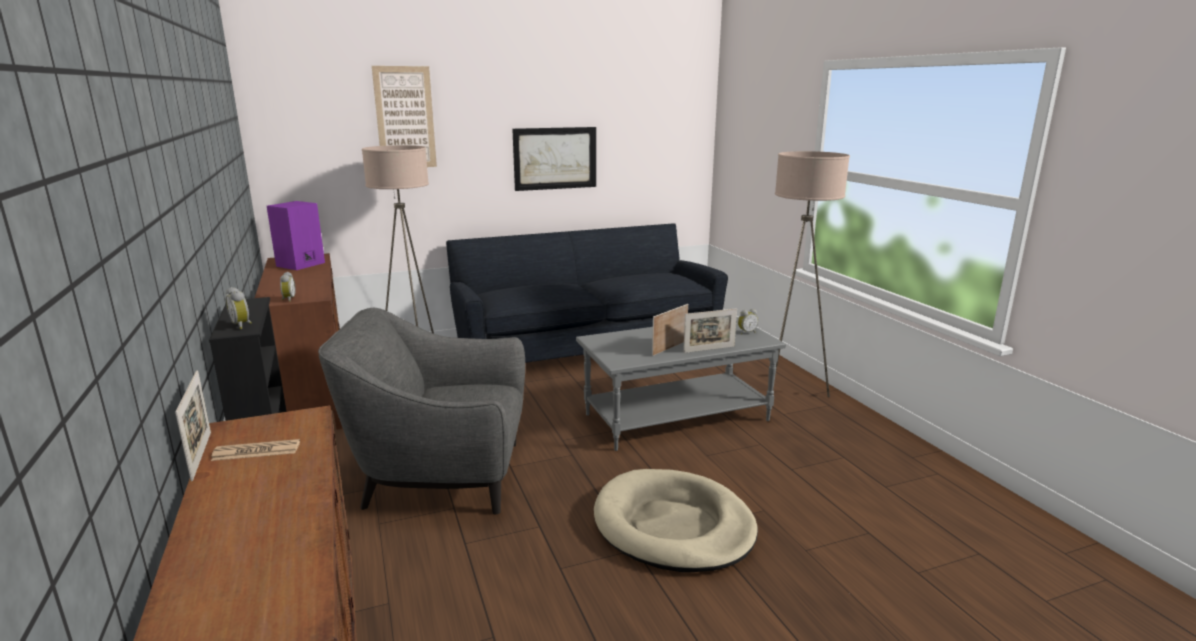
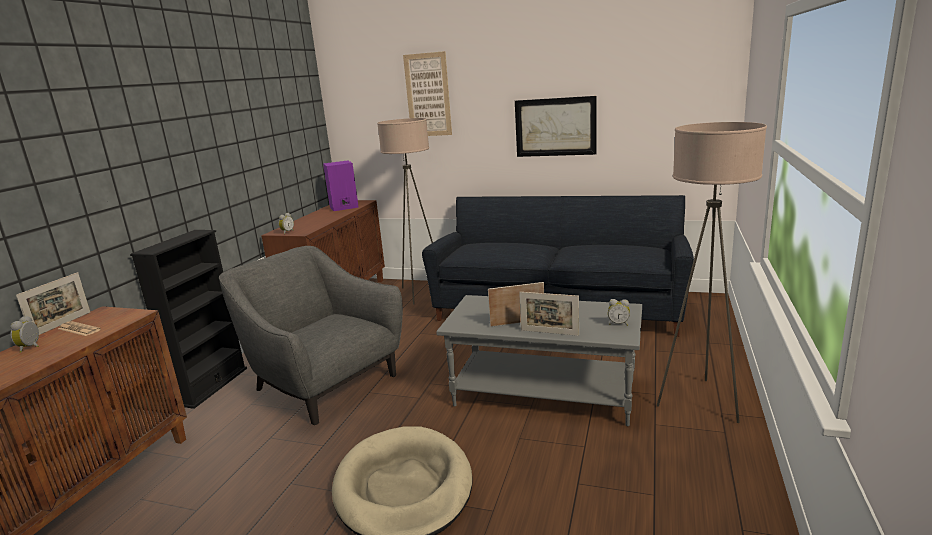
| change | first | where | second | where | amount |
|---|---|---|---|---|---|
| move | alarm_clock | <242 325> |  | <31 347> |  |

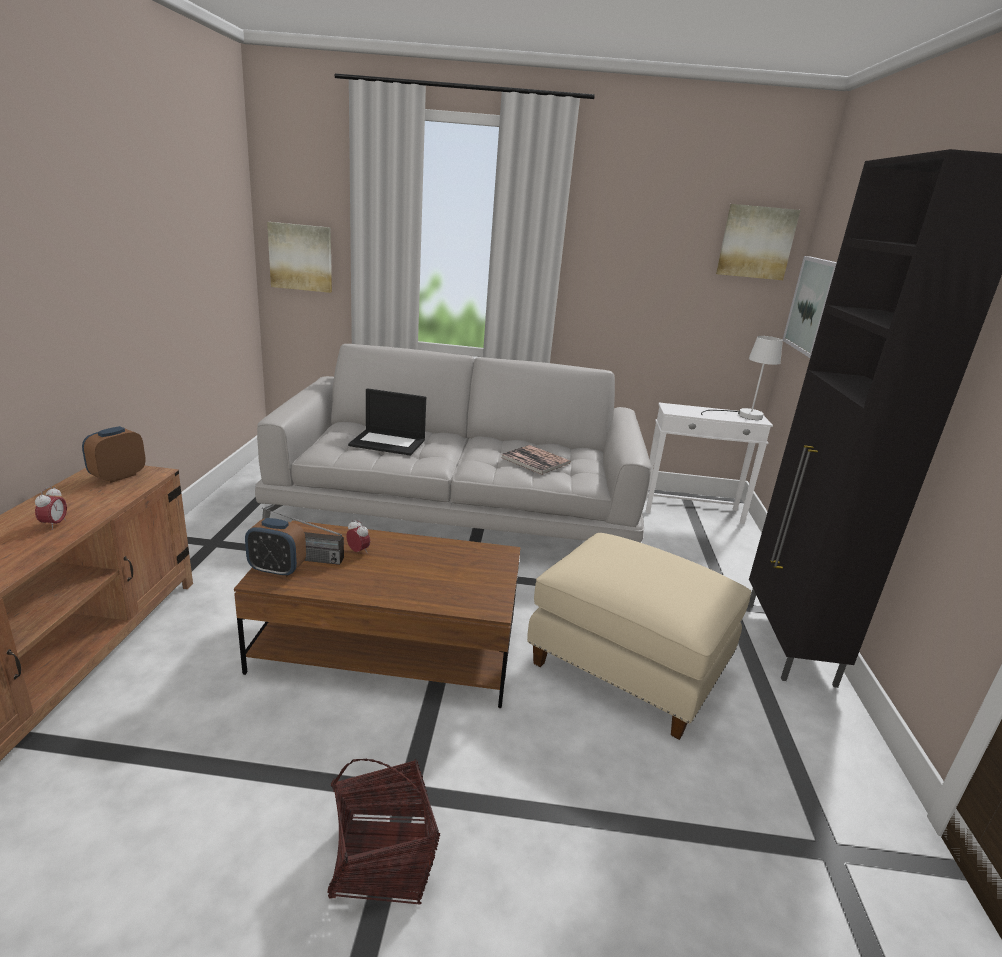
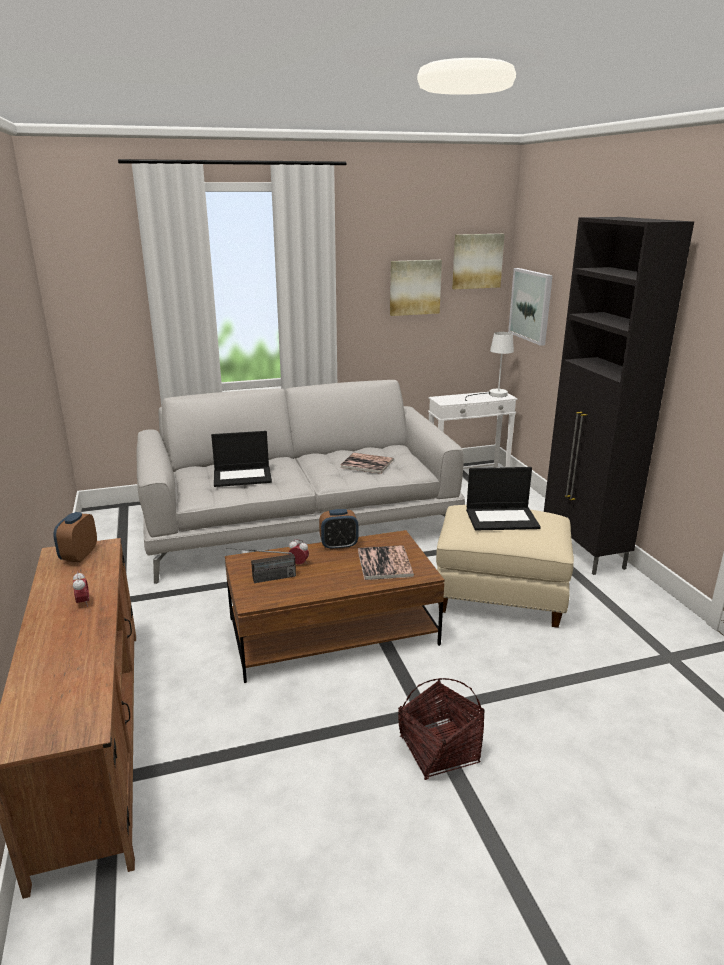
| change | first | where | second | where | amount |
|---|---|---|---|---|---|
| move | alarm_clock | <277 570> |  | <339 546> |  |
| insert |  |  | bound_book | <385 563> |  |
| move | wall_art | <301 257> |  | <414 287> |  |
| insert |  |  | notebook_computer | <502 518> |  |

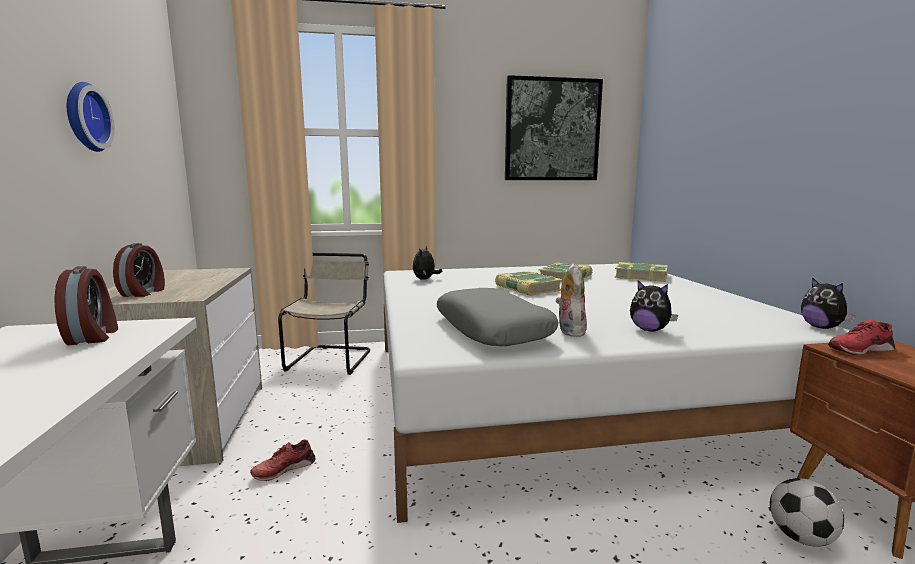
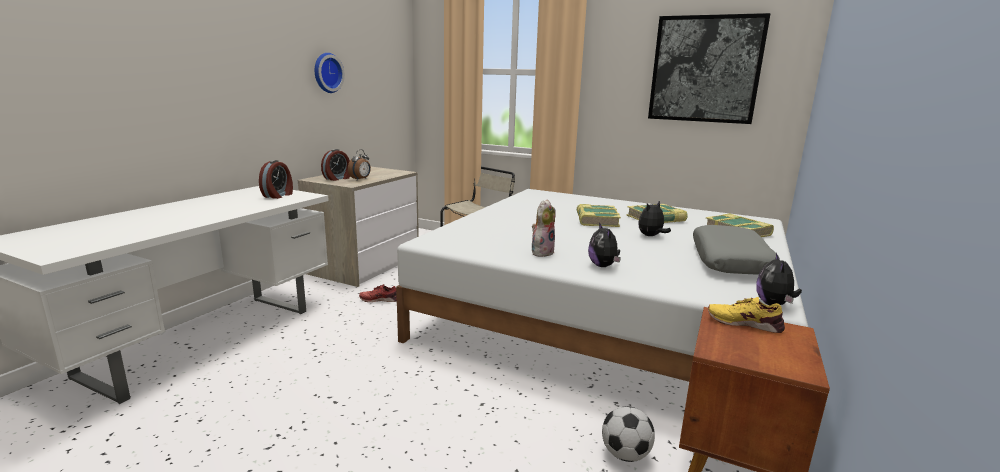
| change | first | where | second | where | amount |
|---|---|---|---|---|---|
| insert |  |  | alarm_clock | <360 179> |  |
| move | soft_toy | <425 279> |  | <651 236> |  |
| move | greyish_throw_pillow | <493 329> |  | <730 261> |  |
| recolor | reddish_low_shoe | <859 349> | yellow-coloured_low_shoe | <744 323> |  |

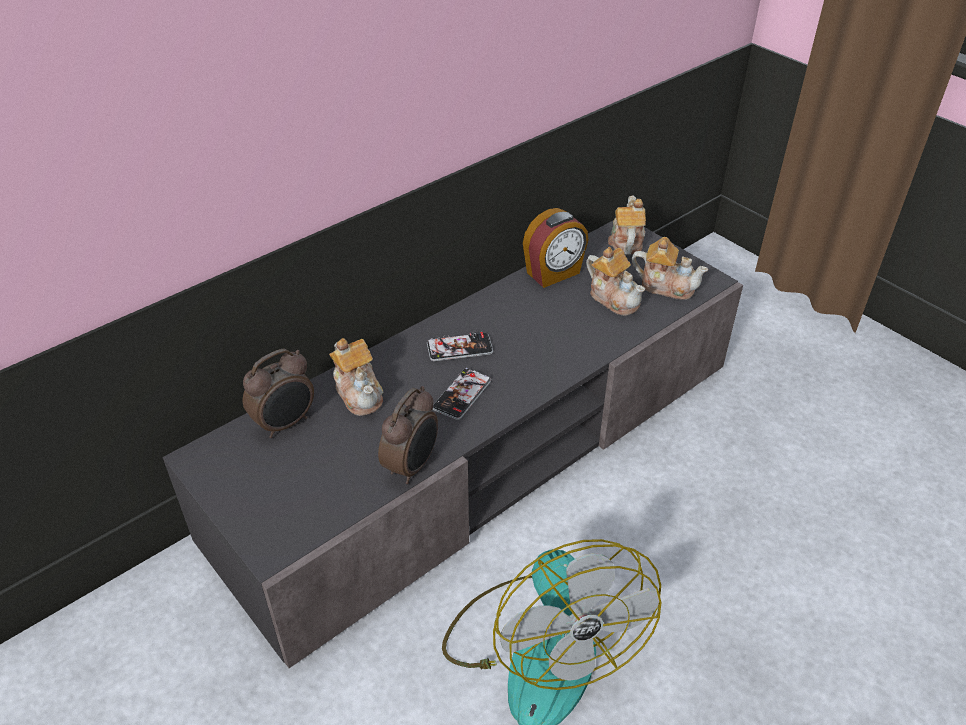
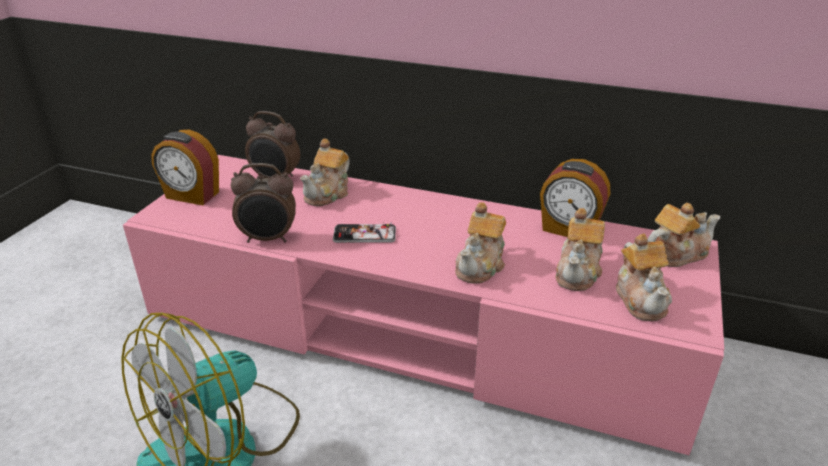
| change | first | where | second | where | amount |
|---|---|---|---|---|---|
| recolor | greyish_tv_stand | <483 450> | pink-coloured_tv_stand | <414 328> |  |
| insert |  |  | alarm_clock | <192 196> |  |
| insert |  |  | tea_pot | <481 266> |  |
| delete | handset | <459 348> |  |  |  |

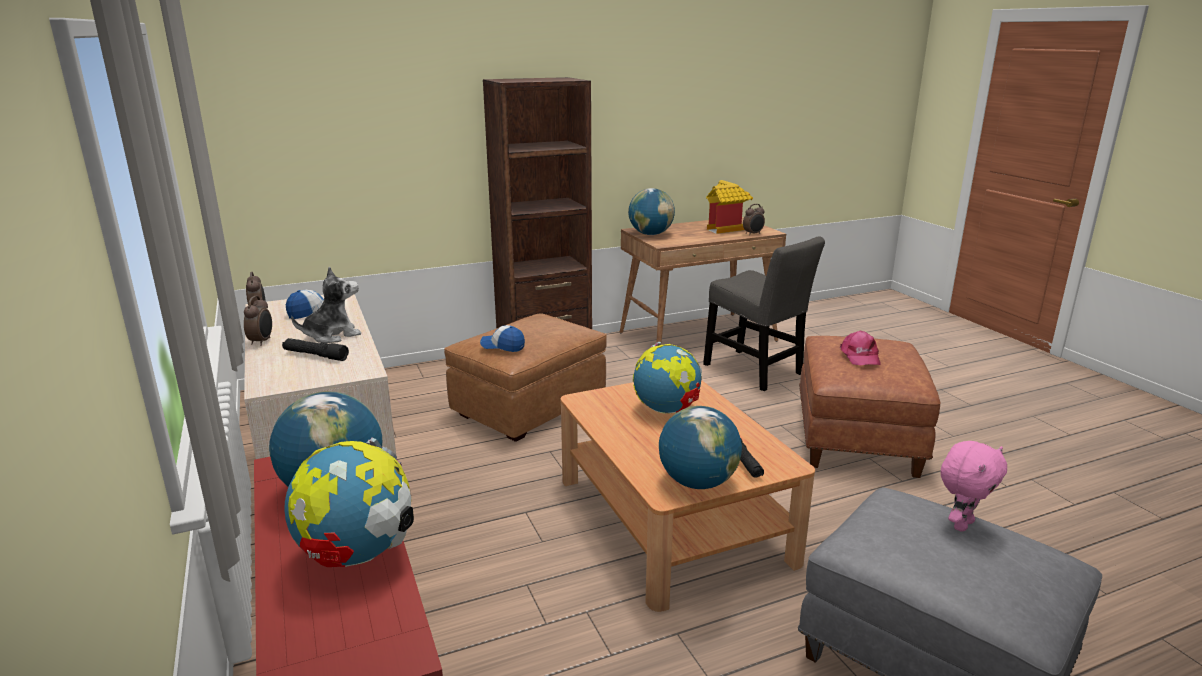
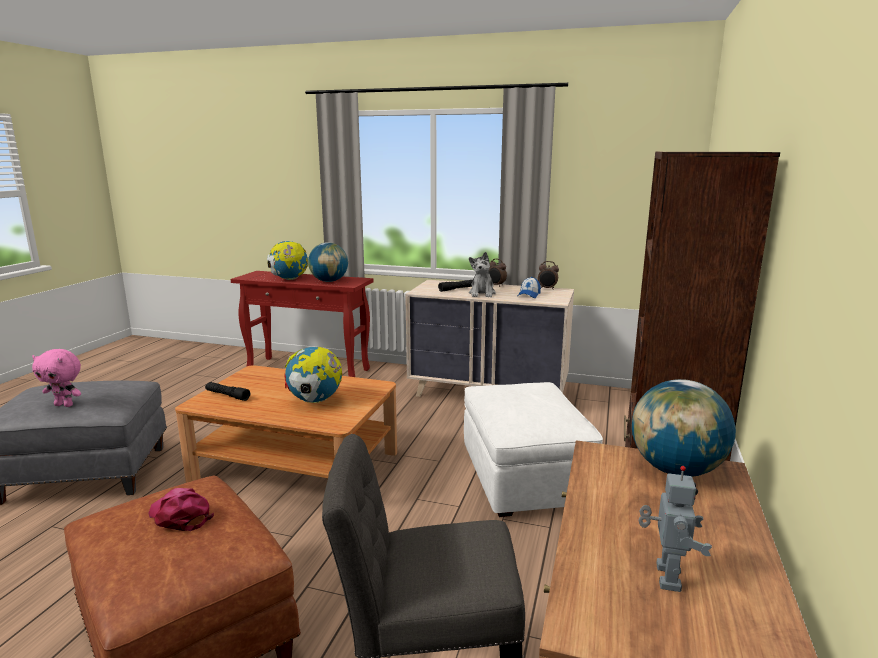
| change | first | where | second | where | amount |
|---|---|---|---|---|---|
| rotate | pink-coloured_soft_toy | <961 524> |  | <65 405> | 75 degrees counterclockwise |
| recolor | brown_pouffe | <529 408> | white_pouffe | <523 479> |  |
| replace | model_house | <726 228> | model_robot | <665 577> |  |
| delete | cap | <503 346> |  |  |  |
| delete | world_globe | <697 482> |  |  |  |
| delete | alarm_clock | <753 234> |  |  |  |

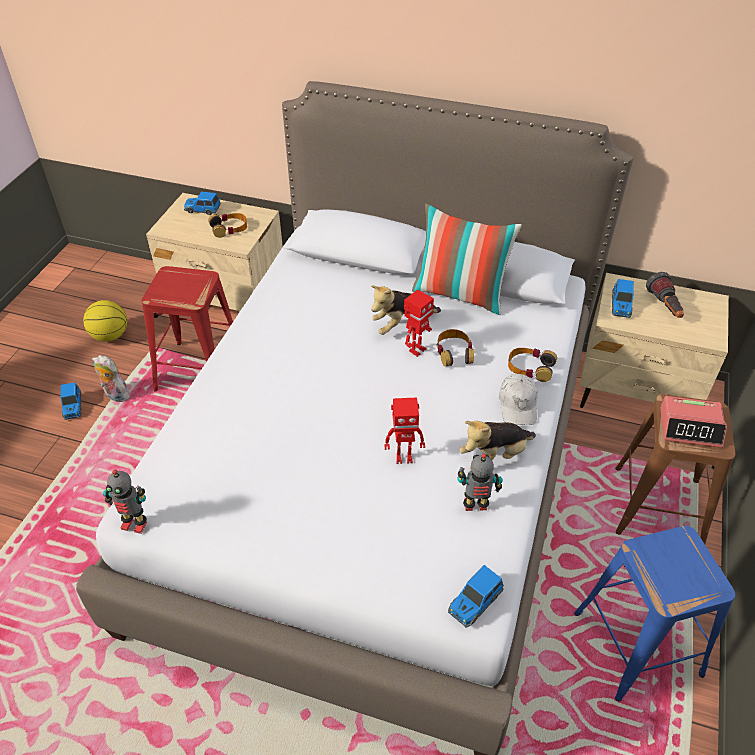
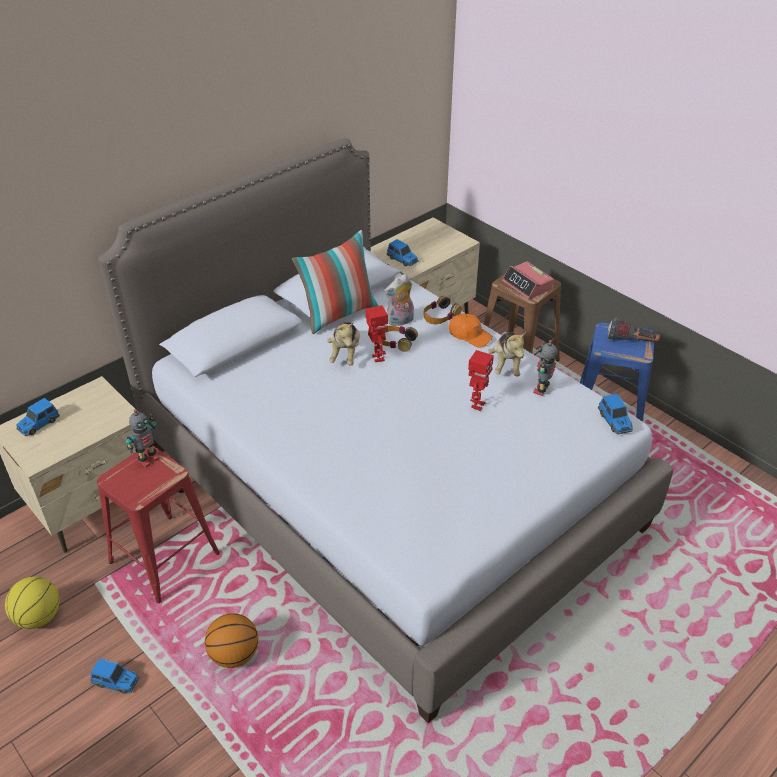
| change | first | where | second | where | amount |
|---|---|---|---|---|---|
| move | model_robot | <135 524> |  | <148 459> |  |
| insert |  |  | basketball_ball | <234 654> |  |
| move | soft_toy | <115 395> |  | <400 321> |  |
| recolor | white_cap | <518 405> | orange-coloured_cap | <469 335> |  |
| rotate | alarm_clock | <690 427> |  | <527 285> | 105 degrees clockwise |
| move | hand_torch | <664 307> |  | <631 342> |  |
| delete | headset | <229 228> |  |  |  |

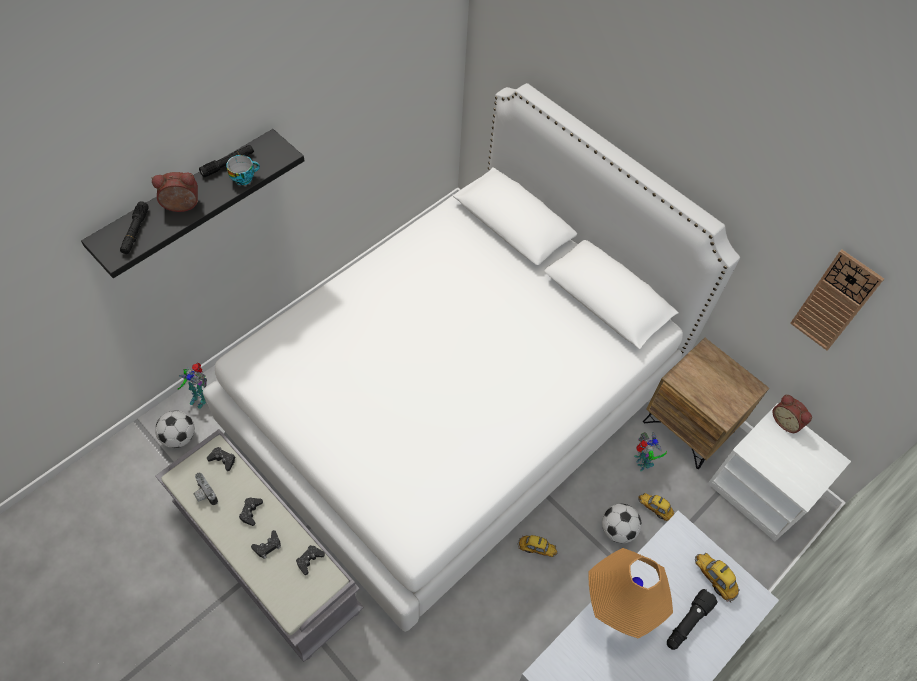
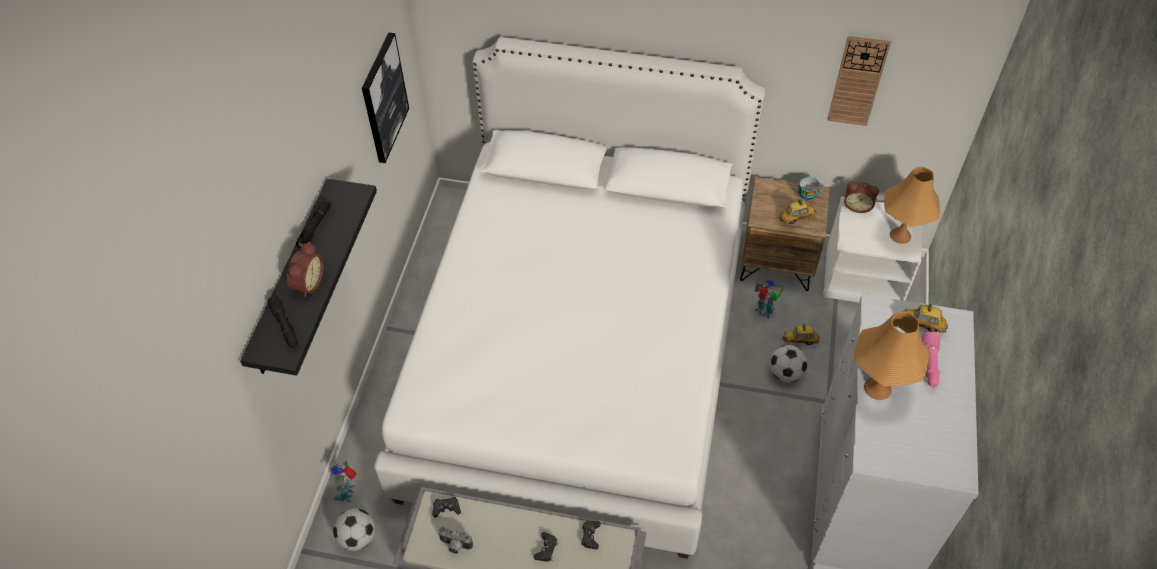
| change | first | where | second | where | amount |
|---|---|---|---|---|---|
| rotate | alarm_clock | <182 207> |  | <307 283> | 150 degrees clockwise |
| rotate | model_robot | <199 397> |  | <347 492> | 105 degrees clockwise |
| insert |  |  | wall_art | <383 98> |  |
| move | miniature_car | <537 549> |  | <797 218> |  |
| move | cup | <244 177> |  | <807 194> |  |
| insert |  |  | orange-coloured_lamp_for_a_table | <900 235> |  |
| recolor | black-coloured_hand_torch | <687 623> | pink-coloured_hand_torch | <929 364> |  |
| delete | black-coloured_gamepad | <251 512> |  |  |  |

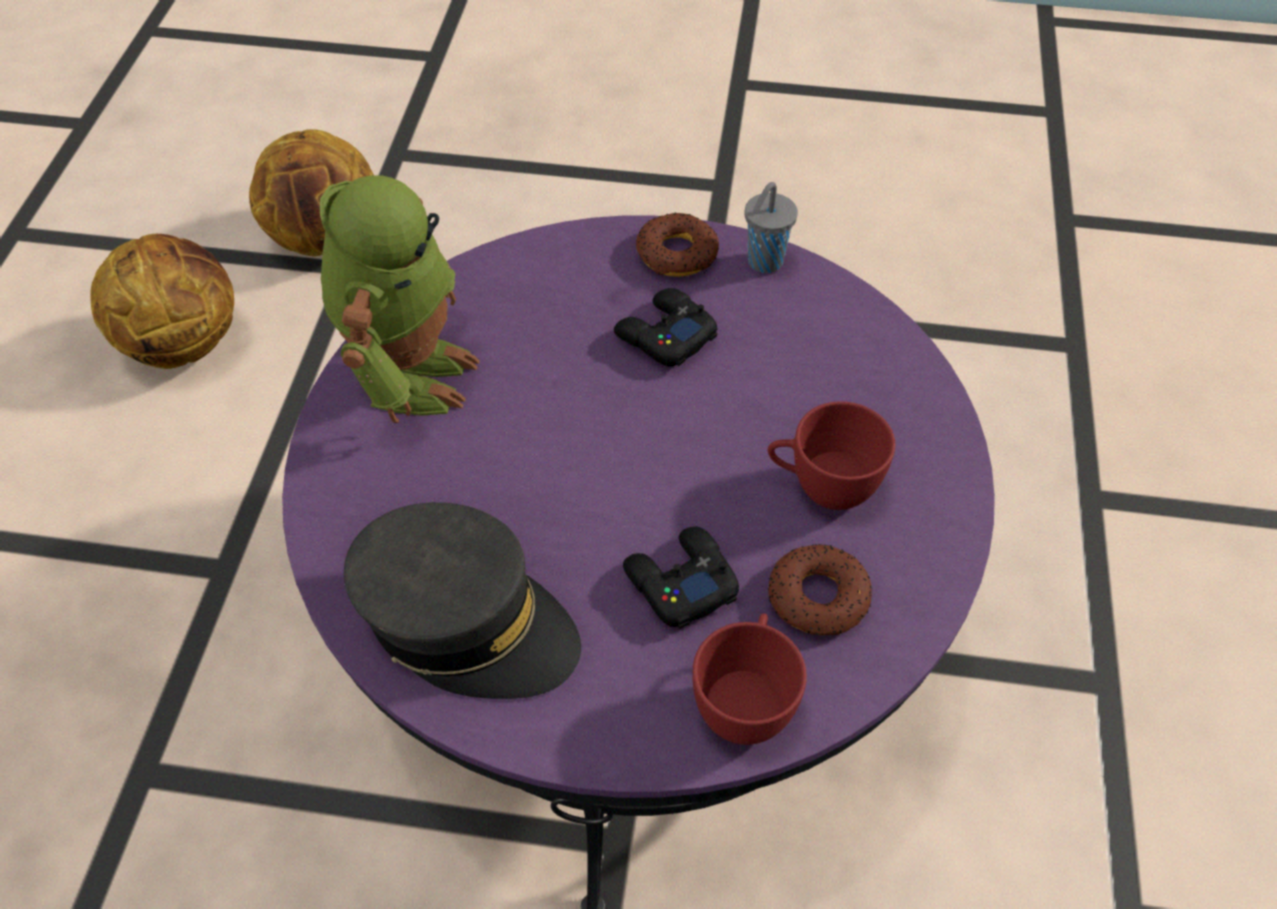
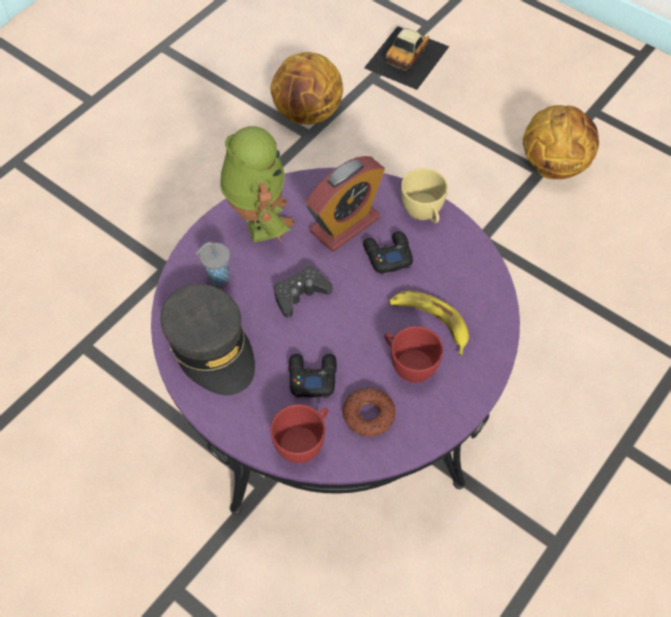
| change | first | where | second | where | amount |
|---|---|---|---|---|---|
| move | greyish_cup | <763 263> |  | <217 277> |  |
| rotate | model_robot | <410 373> |  | <258 219> | 60 degrees counterclockwise |
| insert |  |  | black-coloured_gamepad | <300 294> |  |
| insert |  |  | alarm_clock | <345 224> |  |
| insert |  |  | miniature_car | <407 57> |  |
| insert |  |  | whole_banana | <430 321> |  |
| replace | ring_doughnut | <677 253> | yellow-coloured_cup | <423 214> |  |
| move | basketball_ball | <183 342> |  | <554 165> |  |

